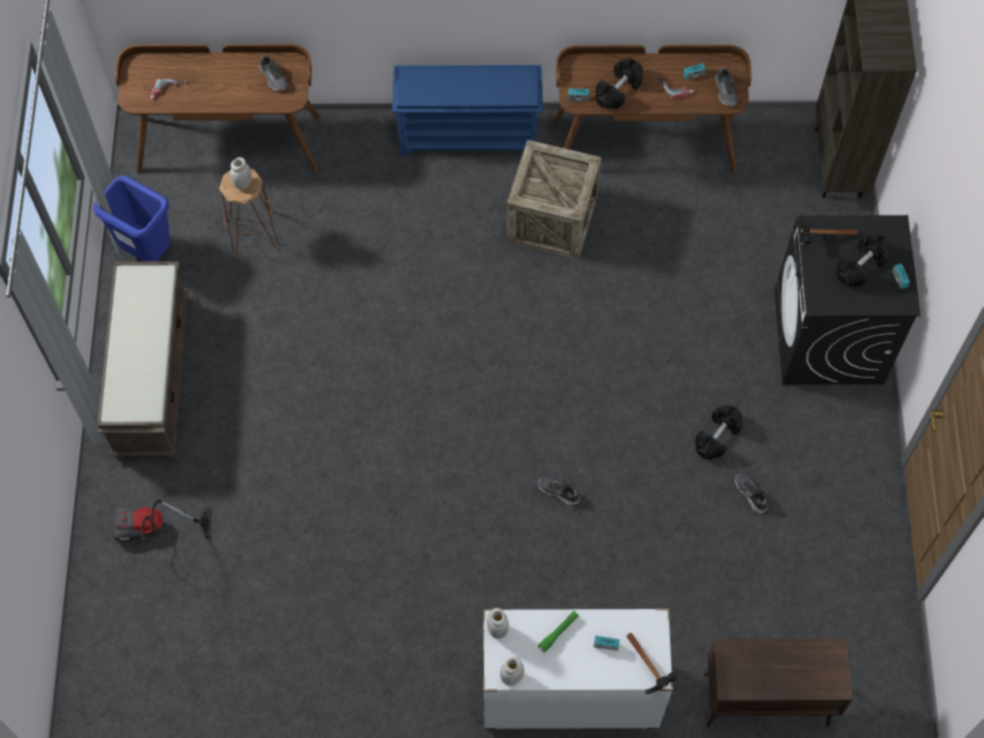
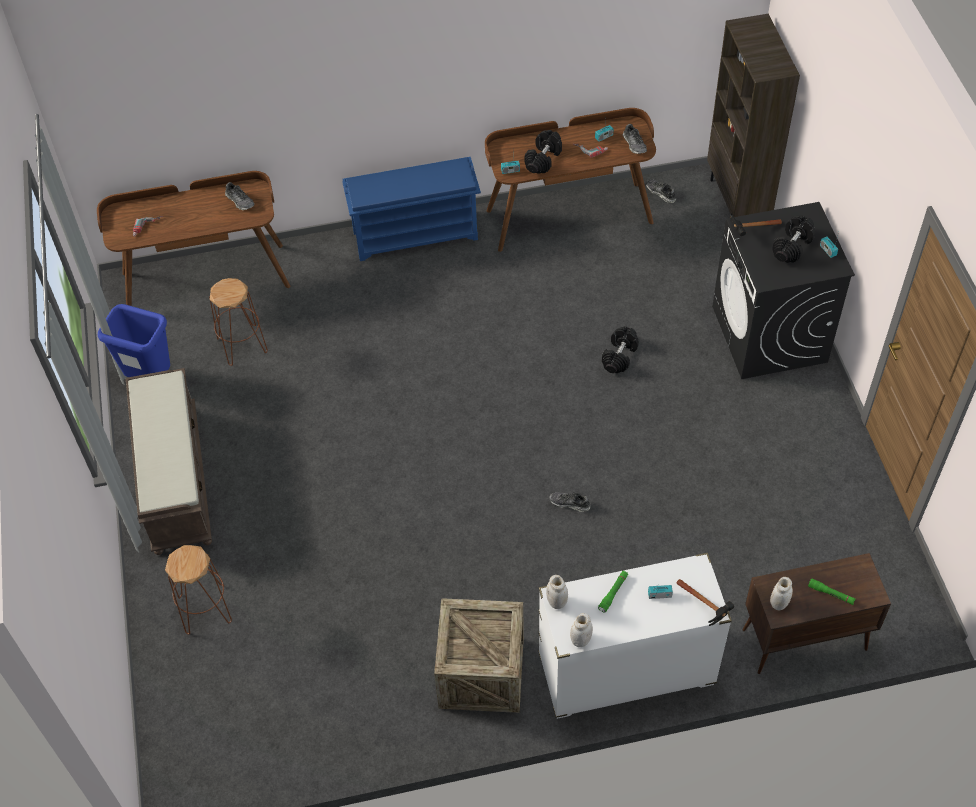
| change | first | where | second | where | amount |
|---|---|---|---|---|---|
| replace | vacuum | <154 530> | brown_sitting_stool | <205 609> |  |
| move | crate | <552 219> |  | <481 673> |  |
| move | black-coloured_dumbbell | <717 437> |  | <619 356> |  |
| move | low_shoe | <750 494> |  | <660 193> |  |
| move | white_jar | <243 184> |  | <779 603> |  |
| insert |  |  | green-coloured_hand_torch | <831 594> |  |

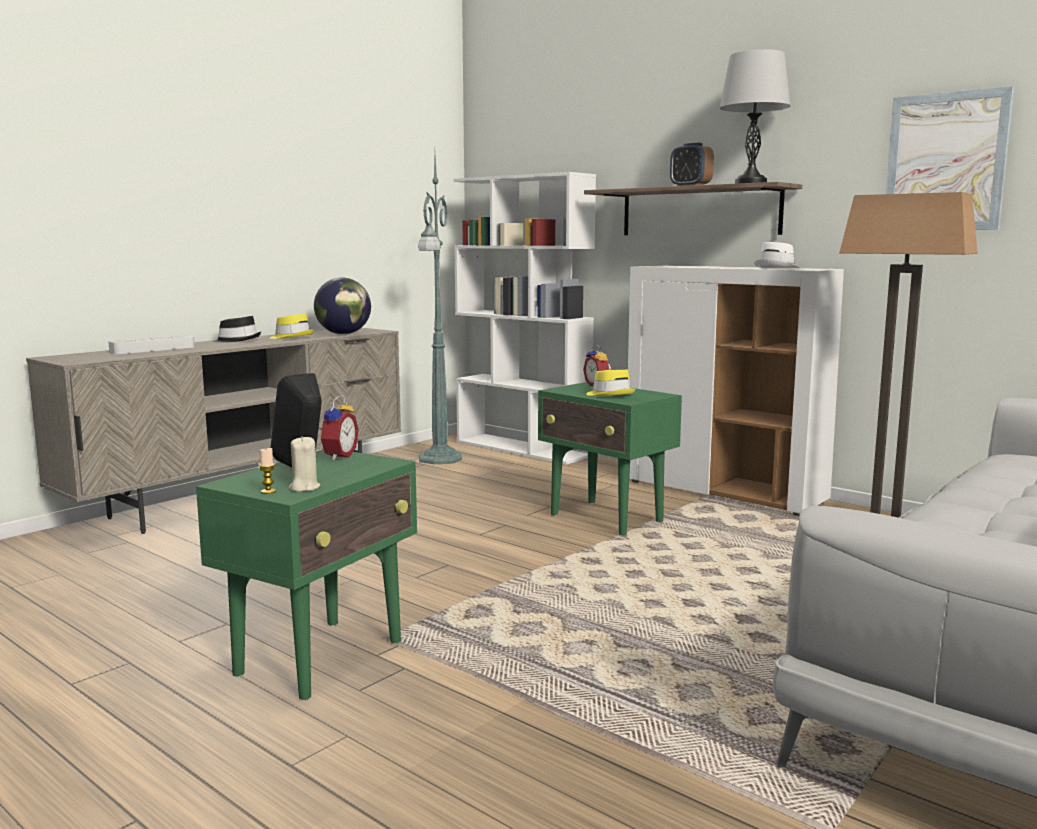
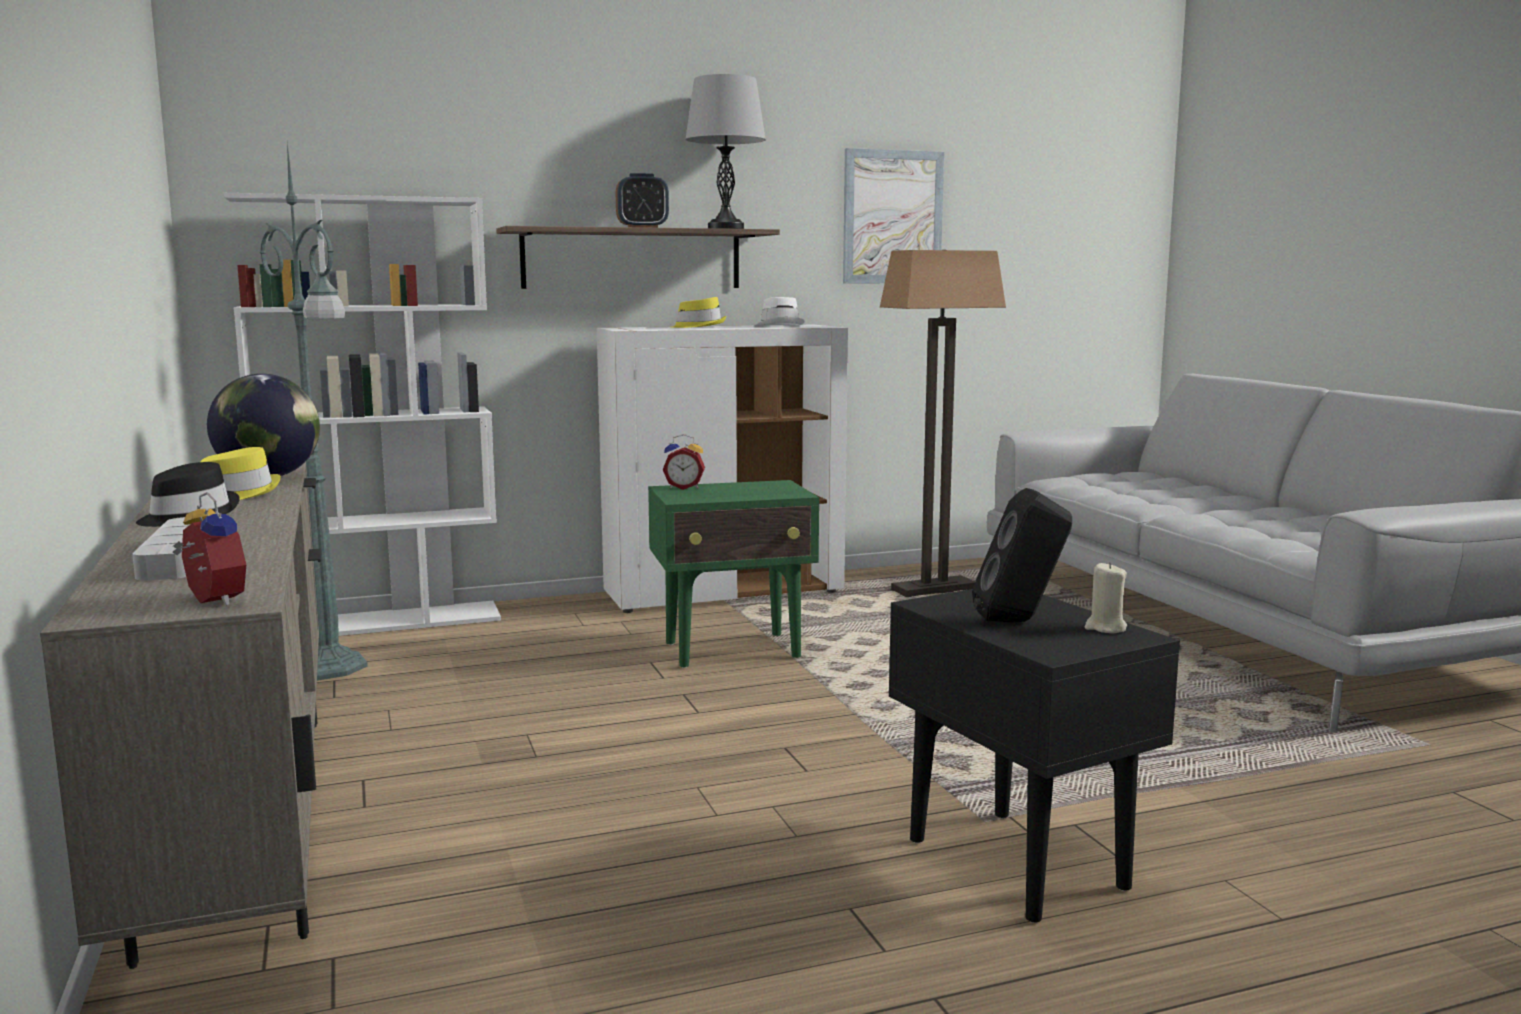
| change | first | where | second | where | amount |
|---|---|---|---|---|---|
| move | alarm_clock | <337 456> |  | <210 601> |  |
| move | yellow-coloured_hat | <610 394> |  | <698 326> |  |
| recolor | green-coloured_accent_table | <322 657> | black-coloured_accent_table | <1015 862> |  |
| delete | wax_candle | <268 491> |  |  |  |

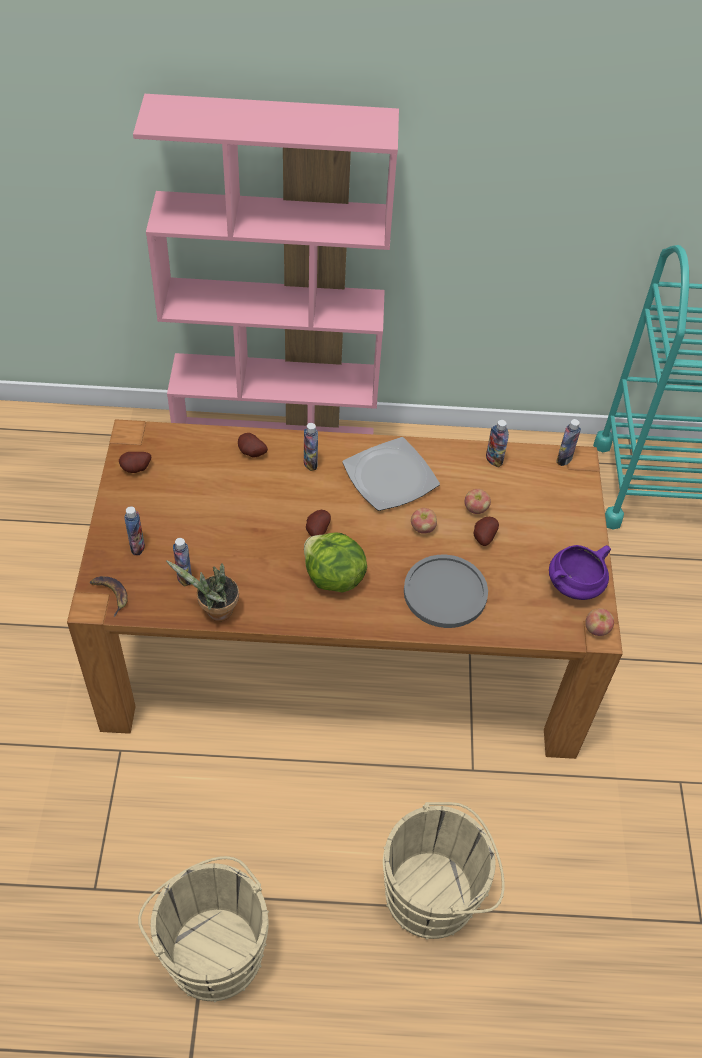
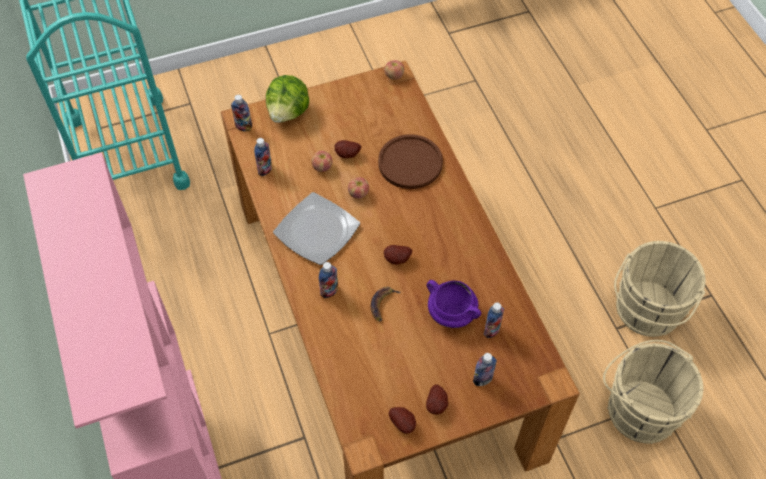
| change | first | where | second | where | amount |
|---|---|---|---|---|---|
| move | lettuce | <333 578> |  | <288 112> |  |
| move | whole_banana | <110 594> |  | <383 304> |  |
| recolor | greyish_plate | <445 592> | brown_plate | <410 163> |  |
| move | potato | <251 453> |  | <437 404> |  |
| move | purplish_cooking_pot | <574 587> |  | <452 313> |  |
| move | sand-coloured_water_bucket | <436 893> |  | <638 407> |  |
| delete | potted_plant | <215 612> |  |  |  |

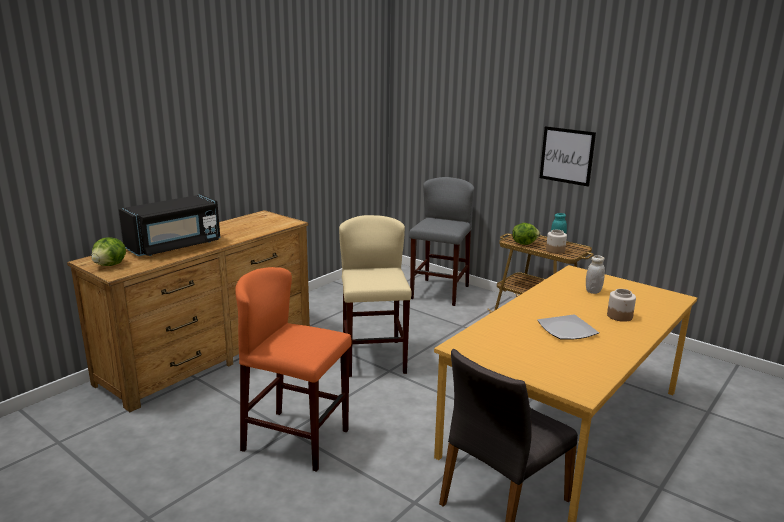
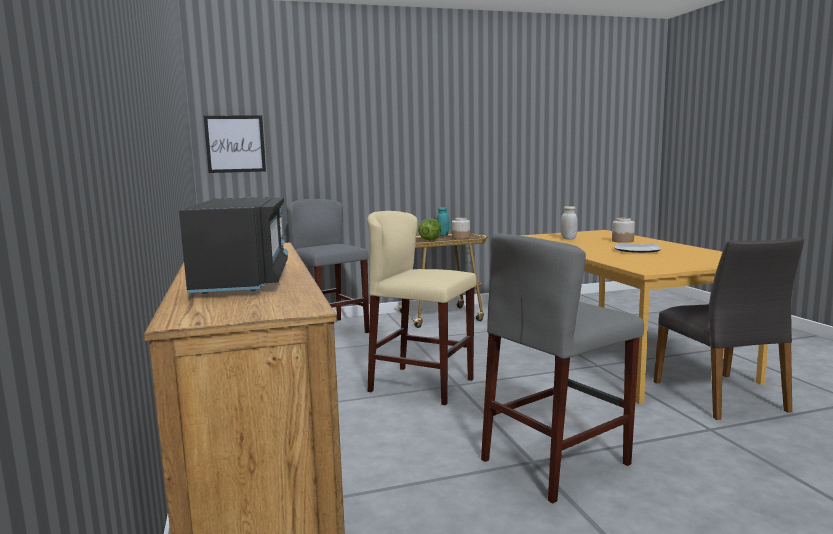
| change | first | where | second | where | amount |
|---|---|---|---|---|---|
| move | wall_art | <567 155> |  | <235 144> |  |
| recolor | orange-coloured_sitting_stool | <296 440> | greyish_sitting_stool | <556 462> |  |
| delete | lettuce | <110 265> |  |  |  |

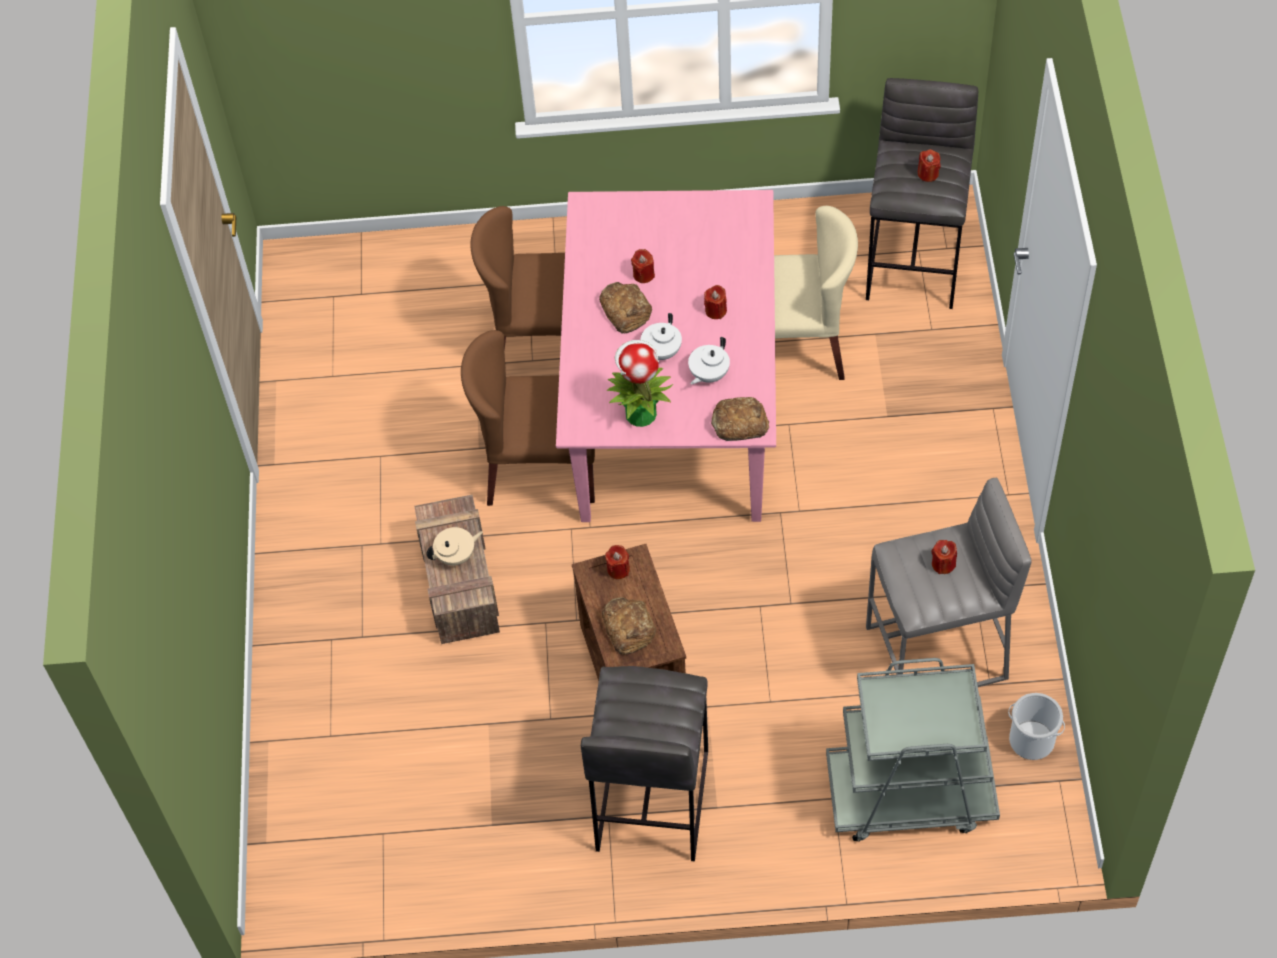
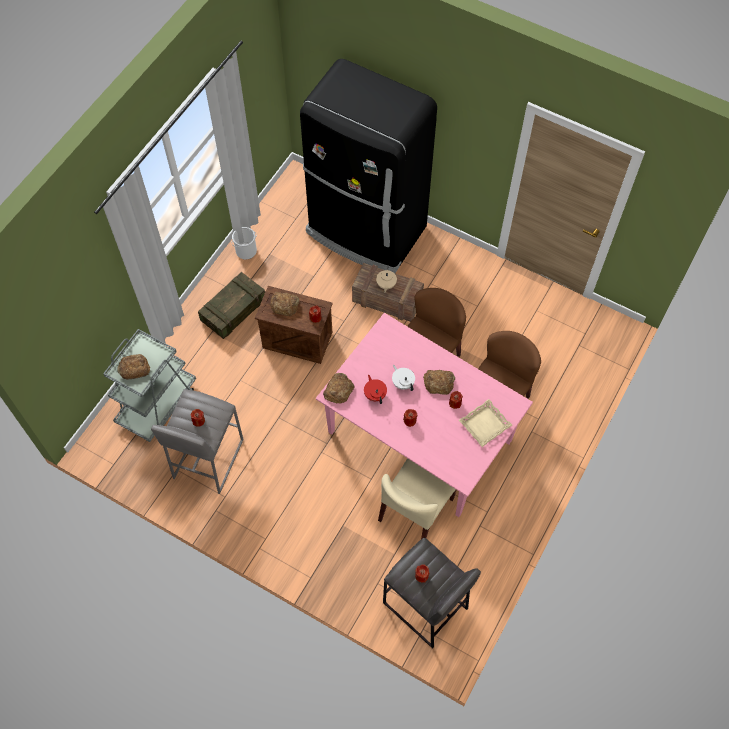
| change | first | where | second | where | amount |
|---|---|---|---|---|---|
| insert |  |  | baked_bread | <134 368> |  |
| replace | greyish_sitting_stool | <650 801> | crate | <234 311> |  |
| move | water_bucket | <1031 740> |  | <246 251> |  |
| insert |  |  | black-coloured_fridge | <366 231> |  |
| recolor | white_tea_pot | <708 374> | reddish_tea_pot | <375 394> |  |
| insert |  |  | sand-coloured_serving_tray | <484 424> |  |
| delete | potted_plant | <640 413> |  |  |  |

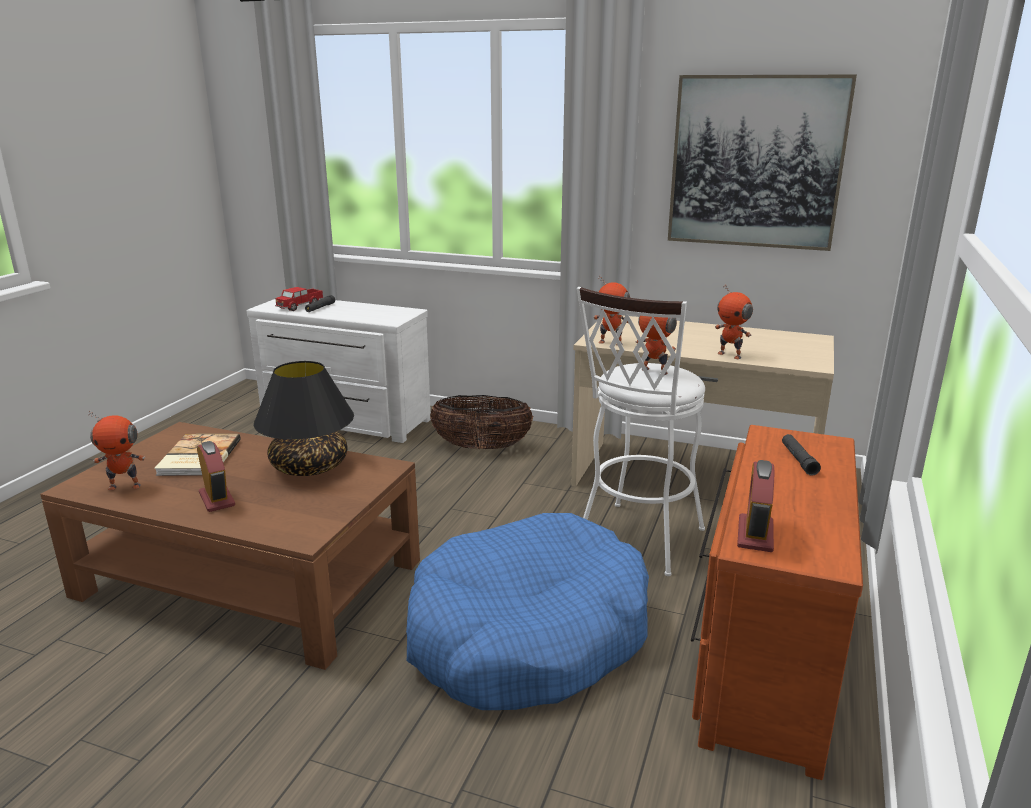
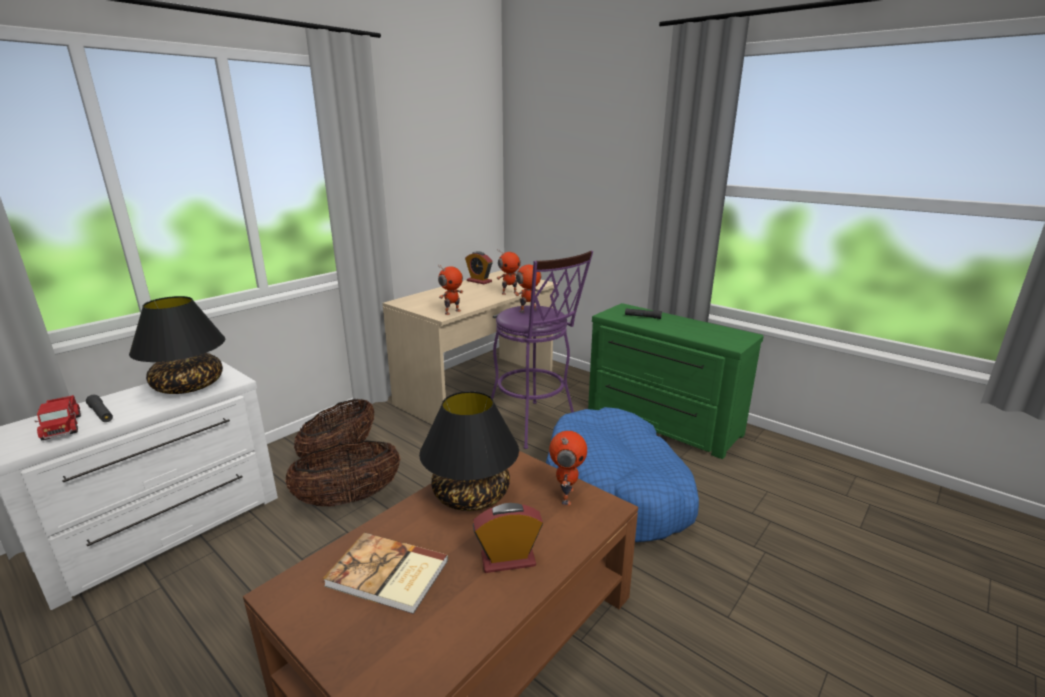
| change | first | where | second | where | amount |
|---|---|---|---|---|---|
| insert |  |  | black-coloured_lamp_for_a_table | <189 386> |  |
| insert |  |  | basket | <349 498> |  |
| move | alarm_clock | <755 534> |  | <479 281> |  |
| recolor | white_sitting_stool | <635 542> | purplish_sitting_stool | <535 427> |  |
| move | model_robot | <125 486> |  | <566 496> |  |
| recolor | brown_drawer_chest | <761 660> | green-coloured_drawer_chest | <661 423> |  |
| delete | wall_art | <756 162> |  |  |  |

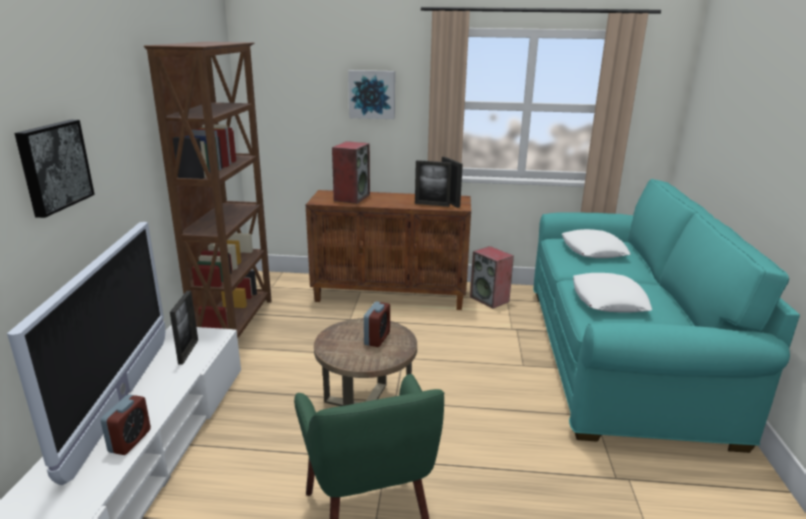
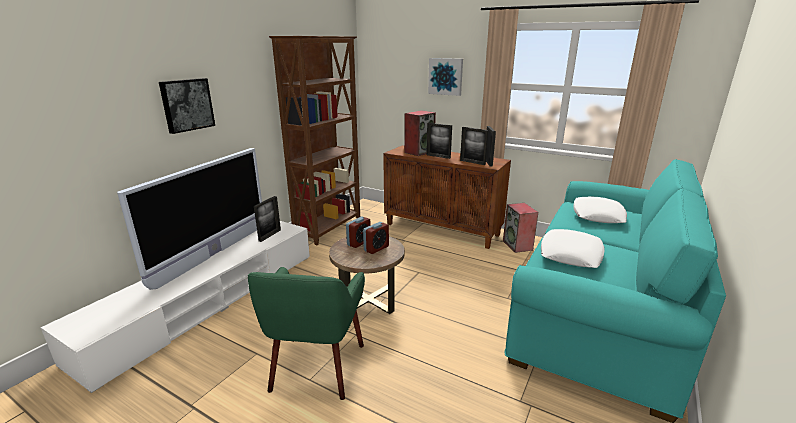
| change | first | where | second | where | amount |
|---|---|---|---|---|---|
| move | alarm_clock | <130 441> |  | <359 242> |  |
| insert |  |  | picture_frame | <438 156> |  |

